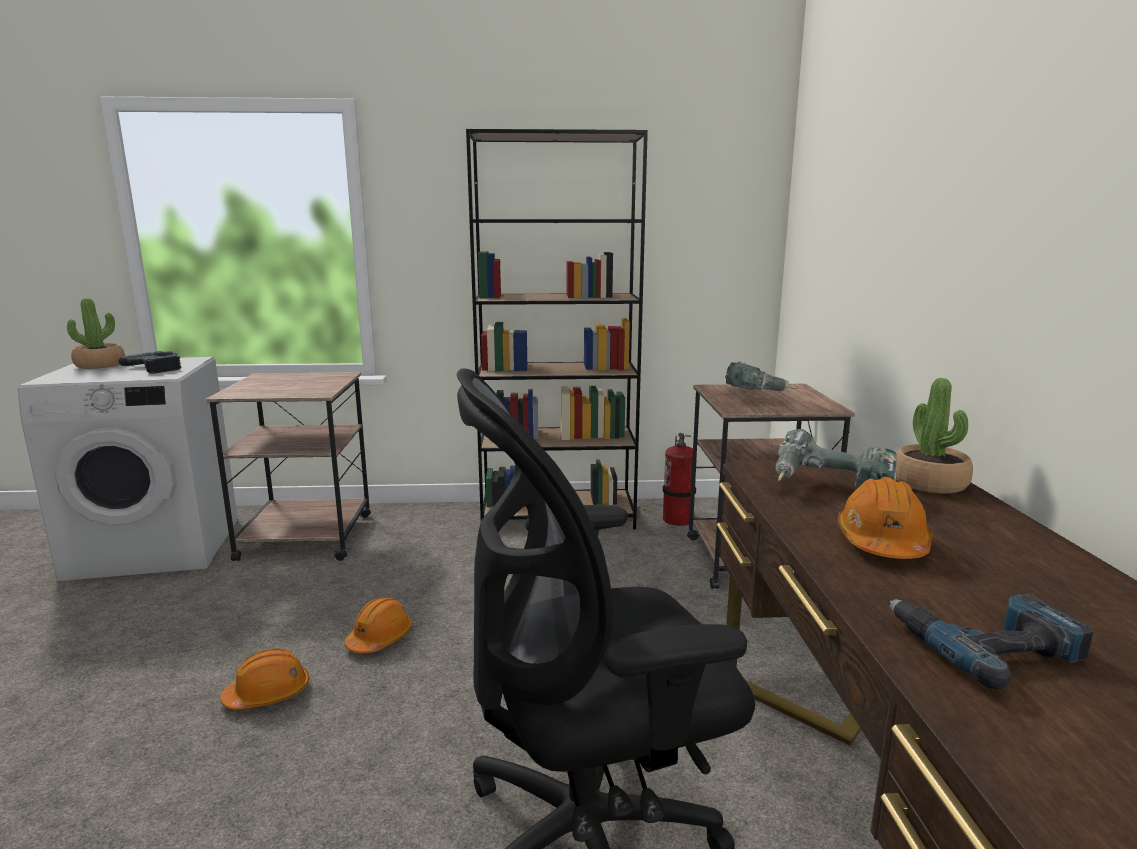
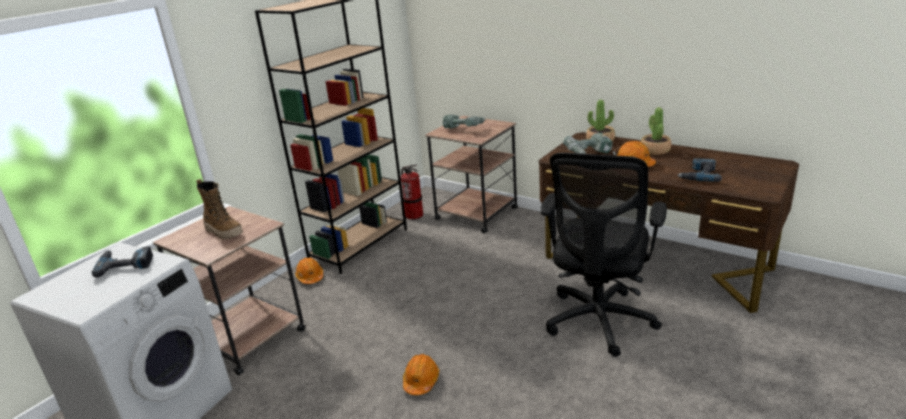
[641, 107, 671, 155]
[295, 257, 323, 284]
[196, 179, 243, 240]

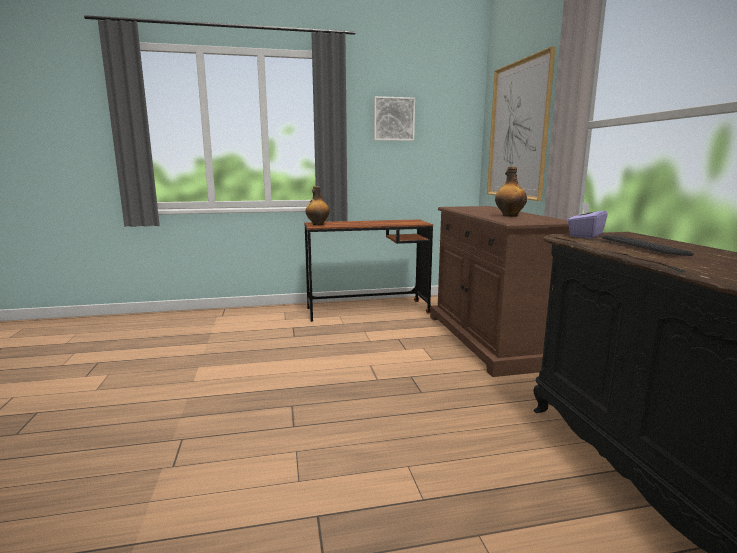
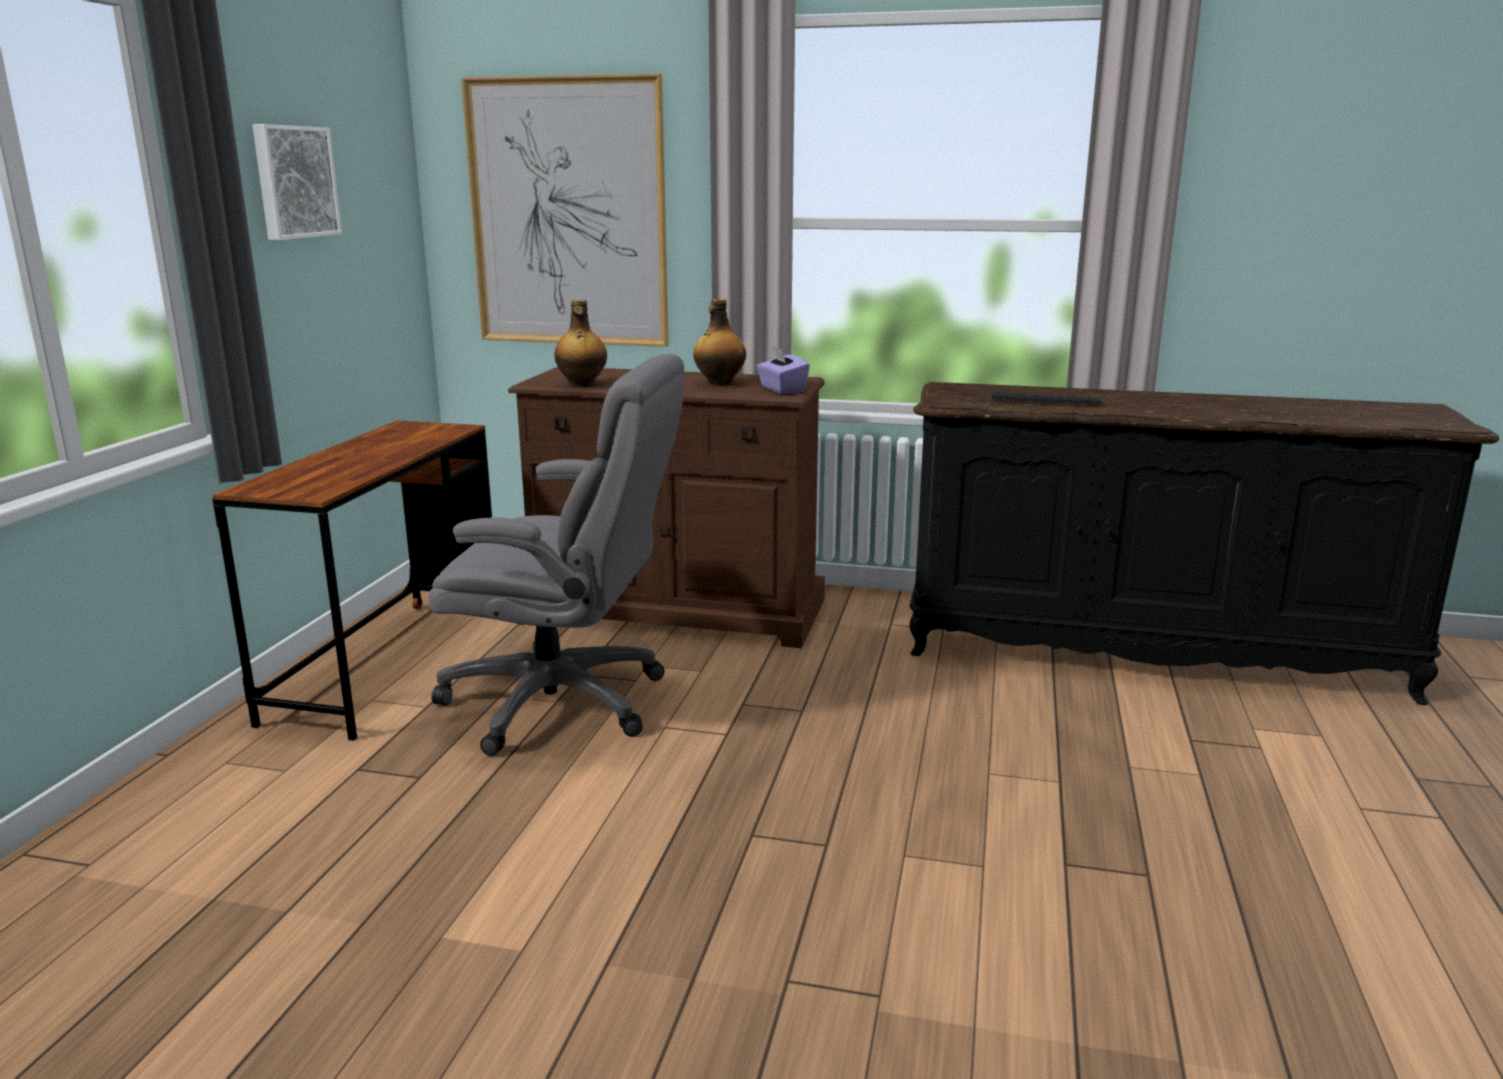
[554, 300, 607, 387]
[756, 346, 810, 394]
[428, 354, 684, 756]

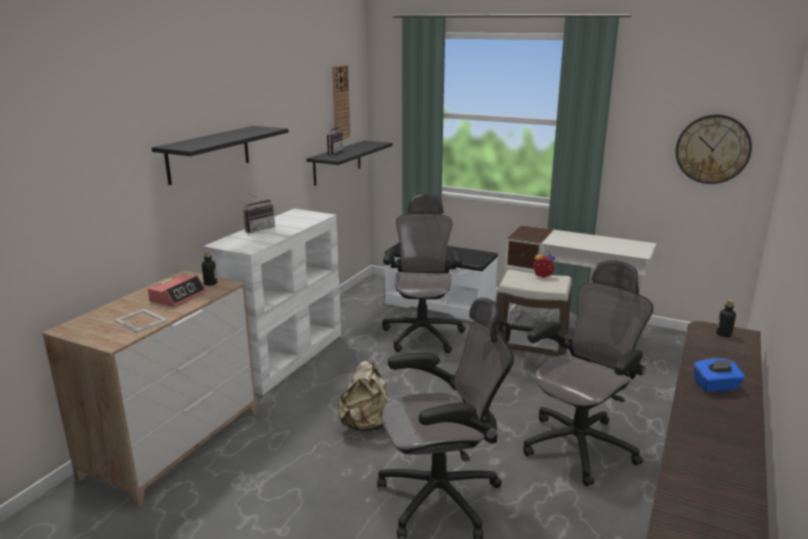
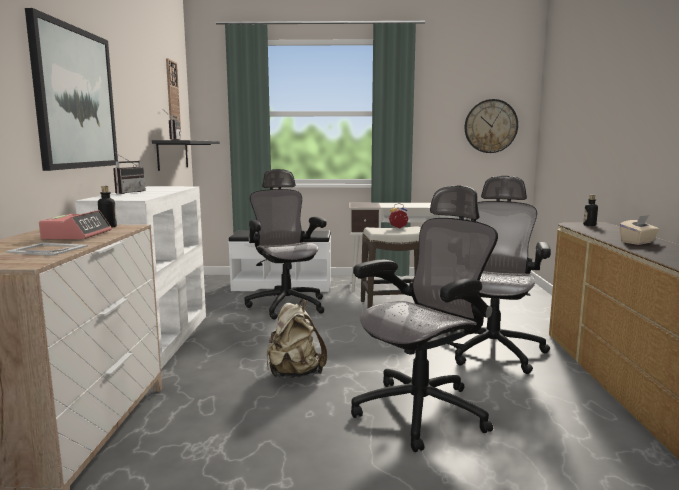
[25, 8, 118, 171]
[619, 215, 659, 245]

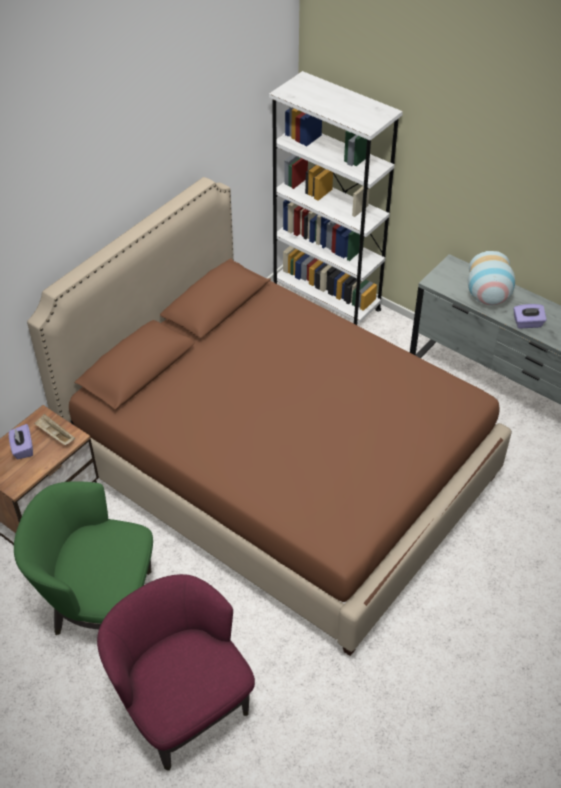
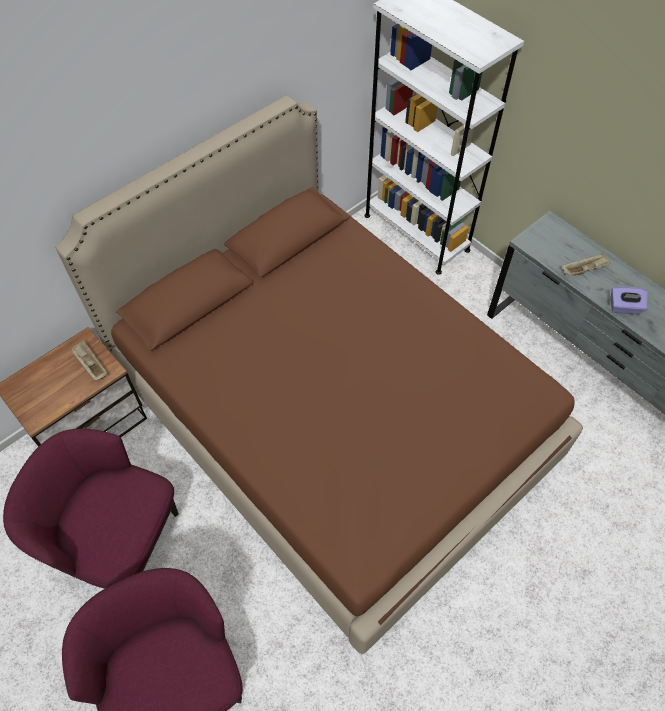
[562, 253, 612, 275]
[9, 424, 33, 459] (first image)
[3, 428, 179, 589]

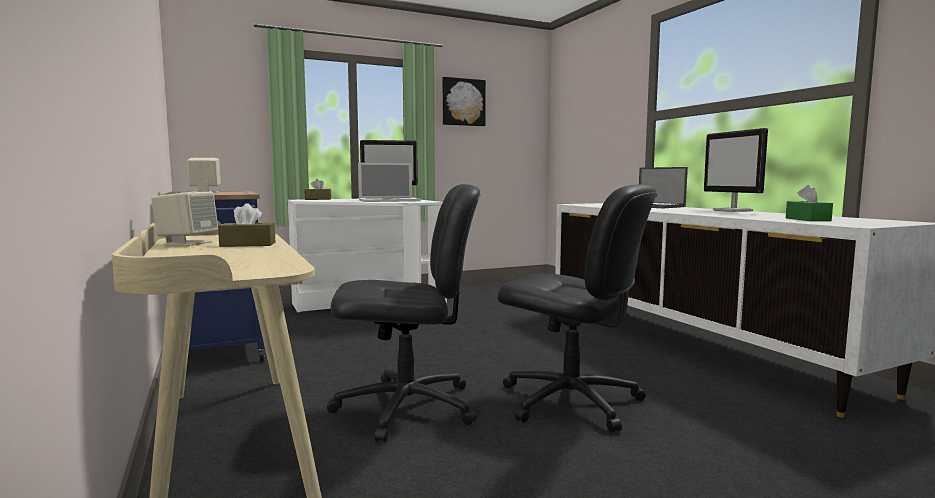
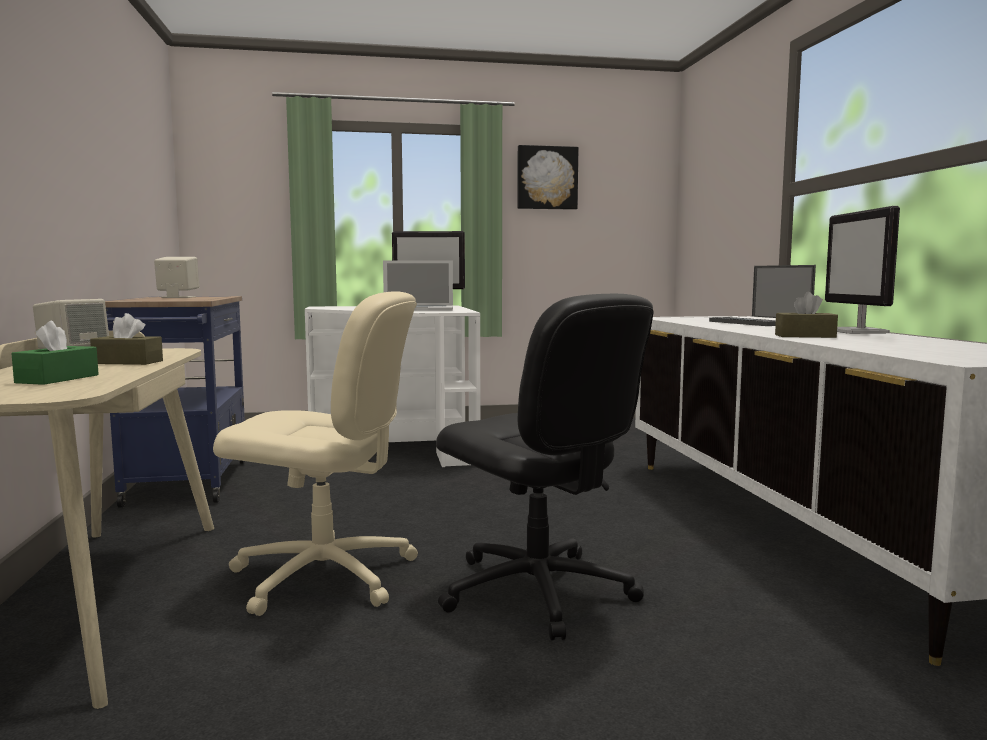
[775, 292, 838, 338]
[213, 291, 418, 616]
[11, 321, 99, 385]

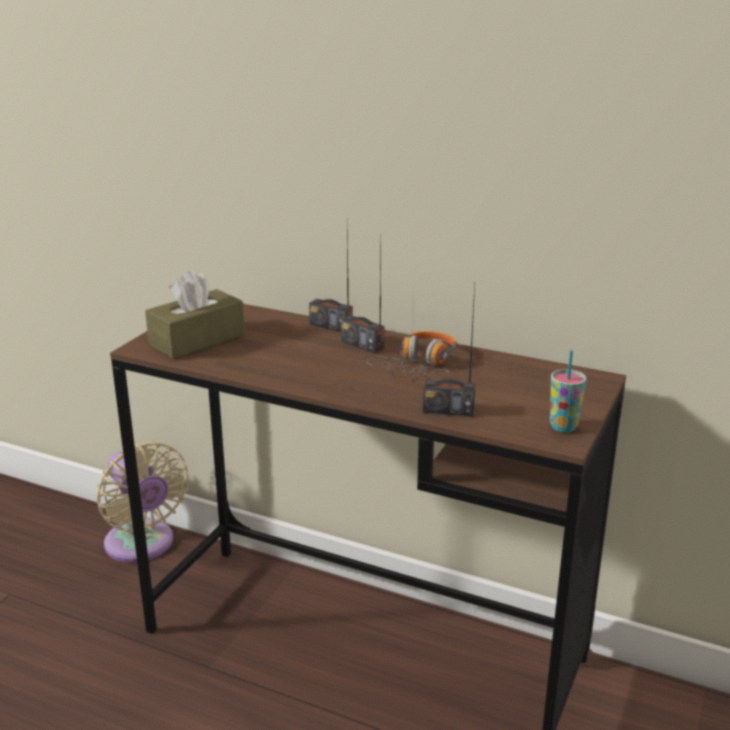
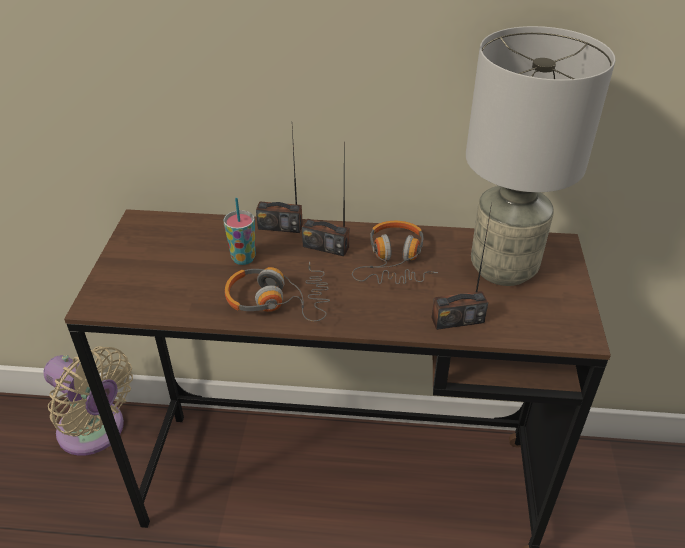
[145, 269, 245, 359] (first image)
[223, 198, 256, 265]
[466, 26, 615, 286]
[225, 262, 330, 322]

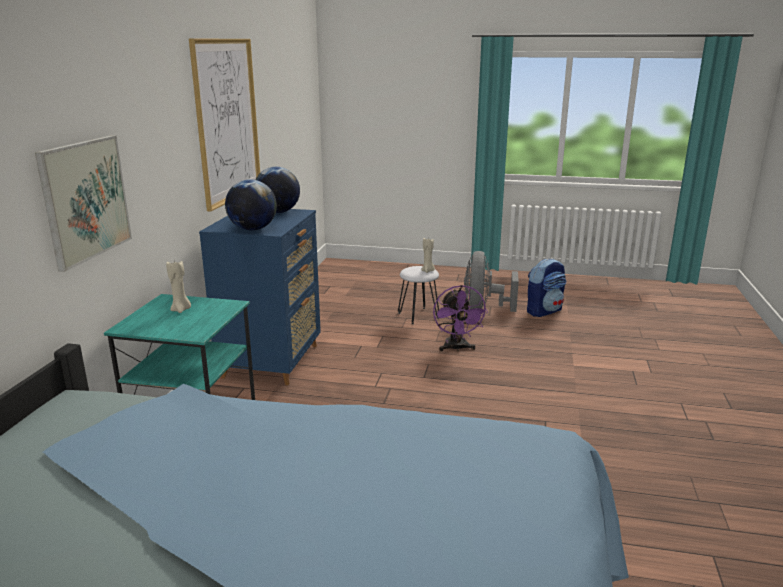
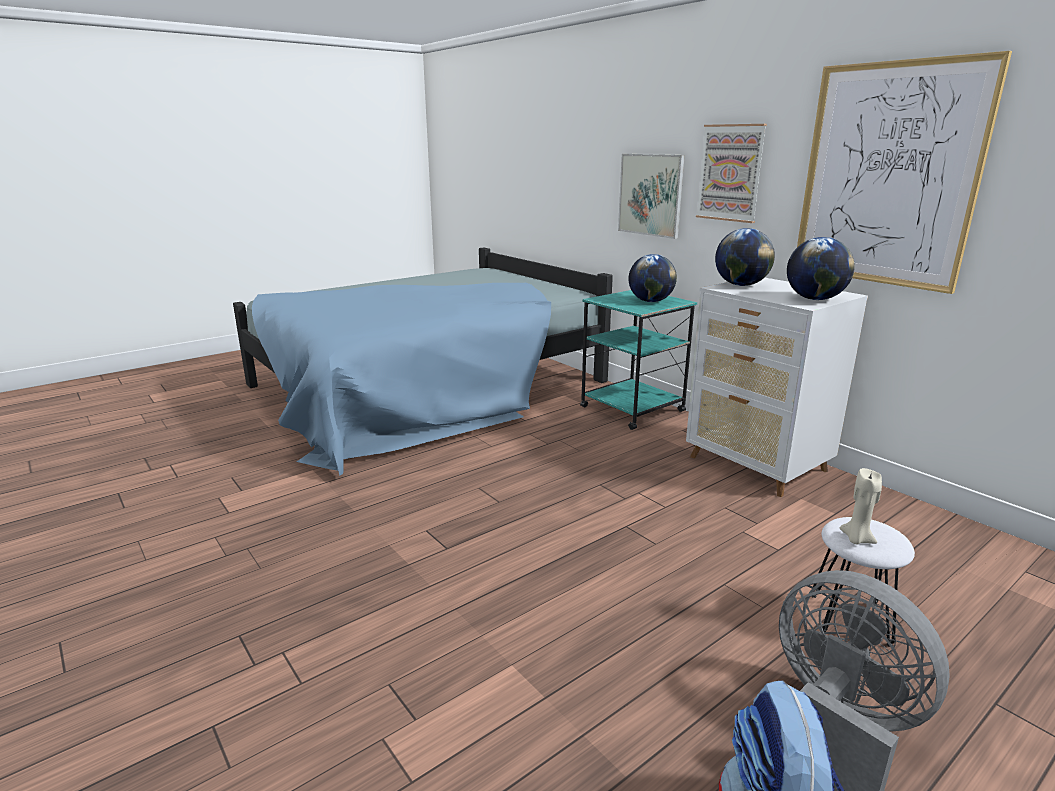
[686, 278, 868, 497]
[629, 254, 677, 302]
[433, 285, 488, 351] (first image)
[696, 124, 767, 223]

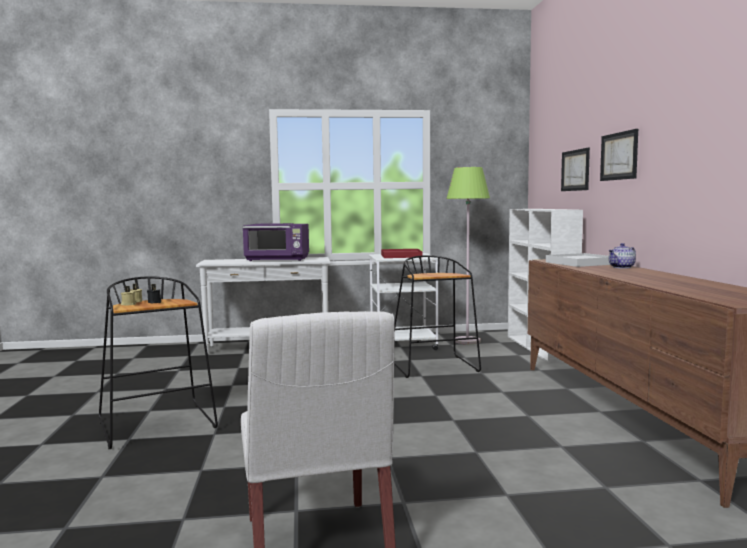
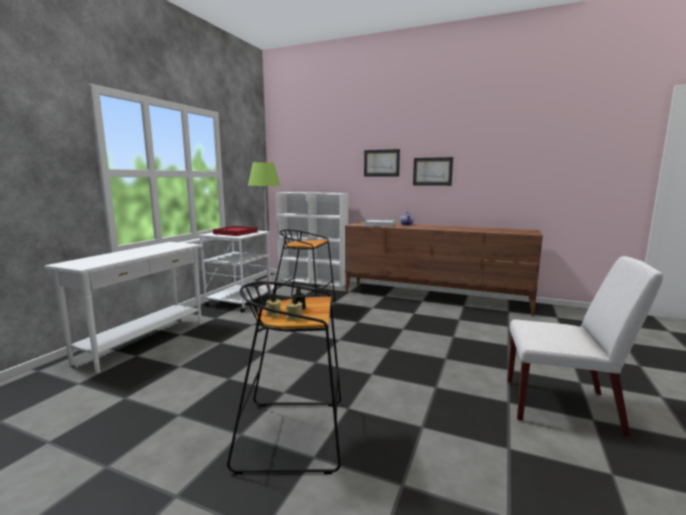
[413, 157, 453, 186]
[242, 223, 309, 261] (first image)

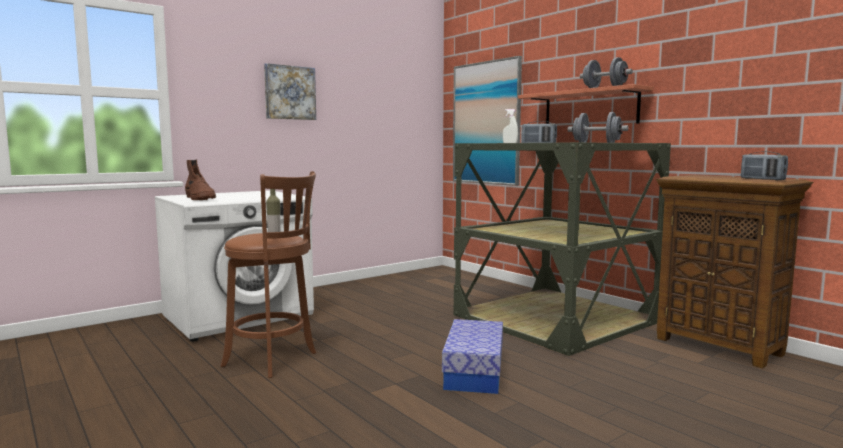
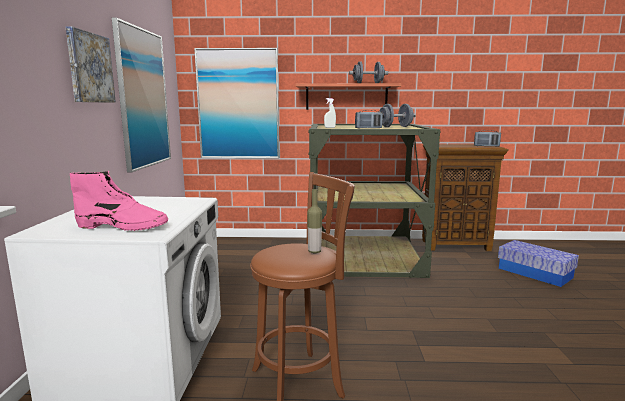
[70, 171, 168, 231]
[498, 240, 579, 287]
[112, 18, 171, 172]

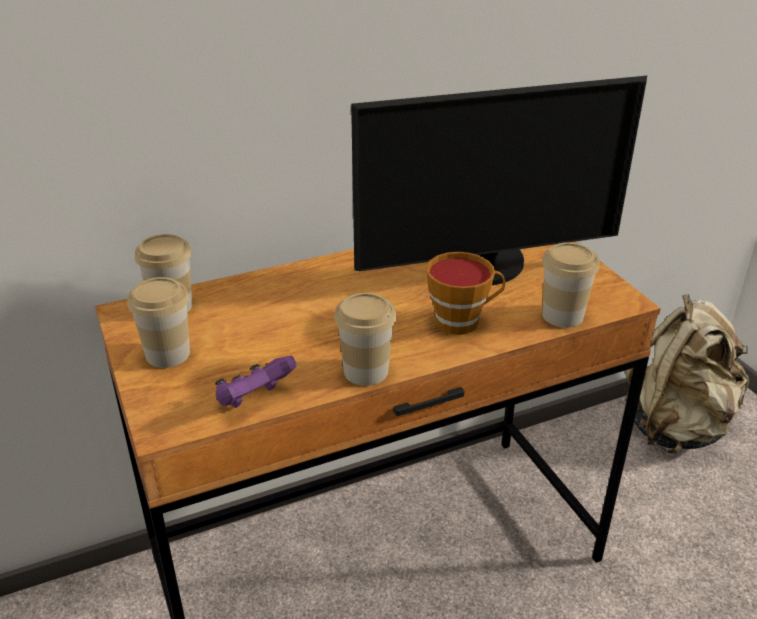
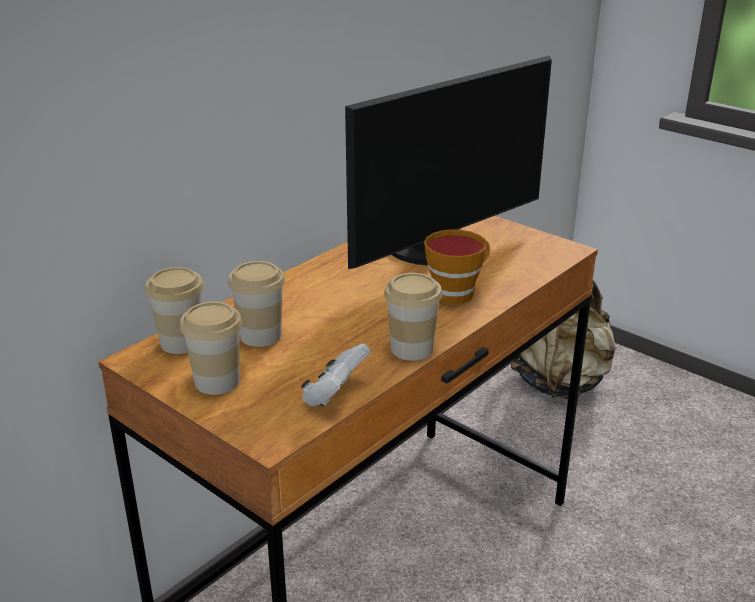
[228, 261, 285, 347]
[301, 344, 370, 407]

